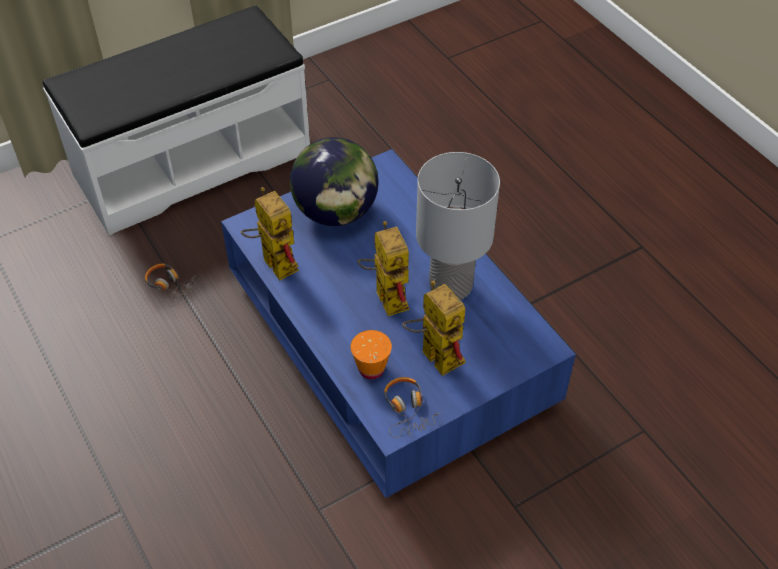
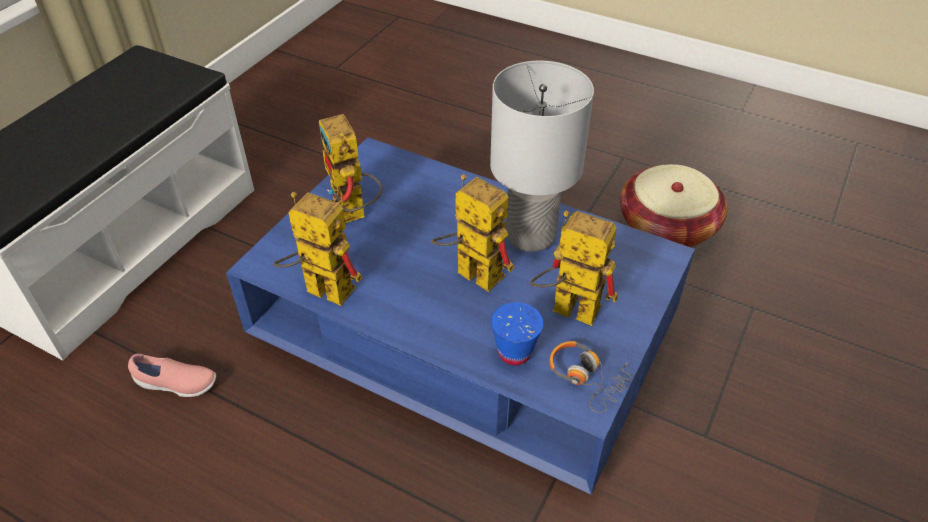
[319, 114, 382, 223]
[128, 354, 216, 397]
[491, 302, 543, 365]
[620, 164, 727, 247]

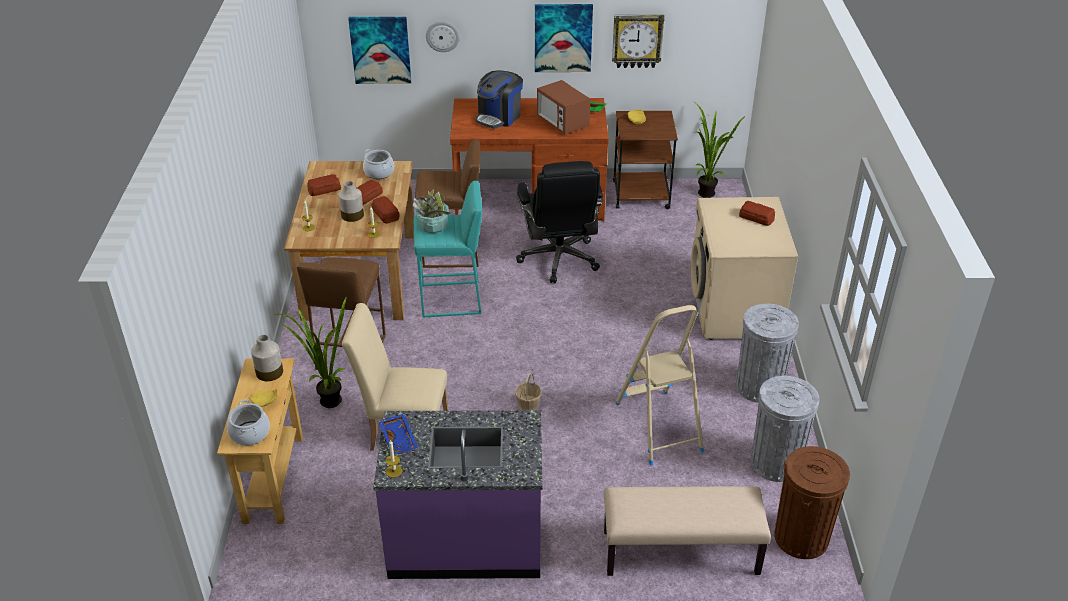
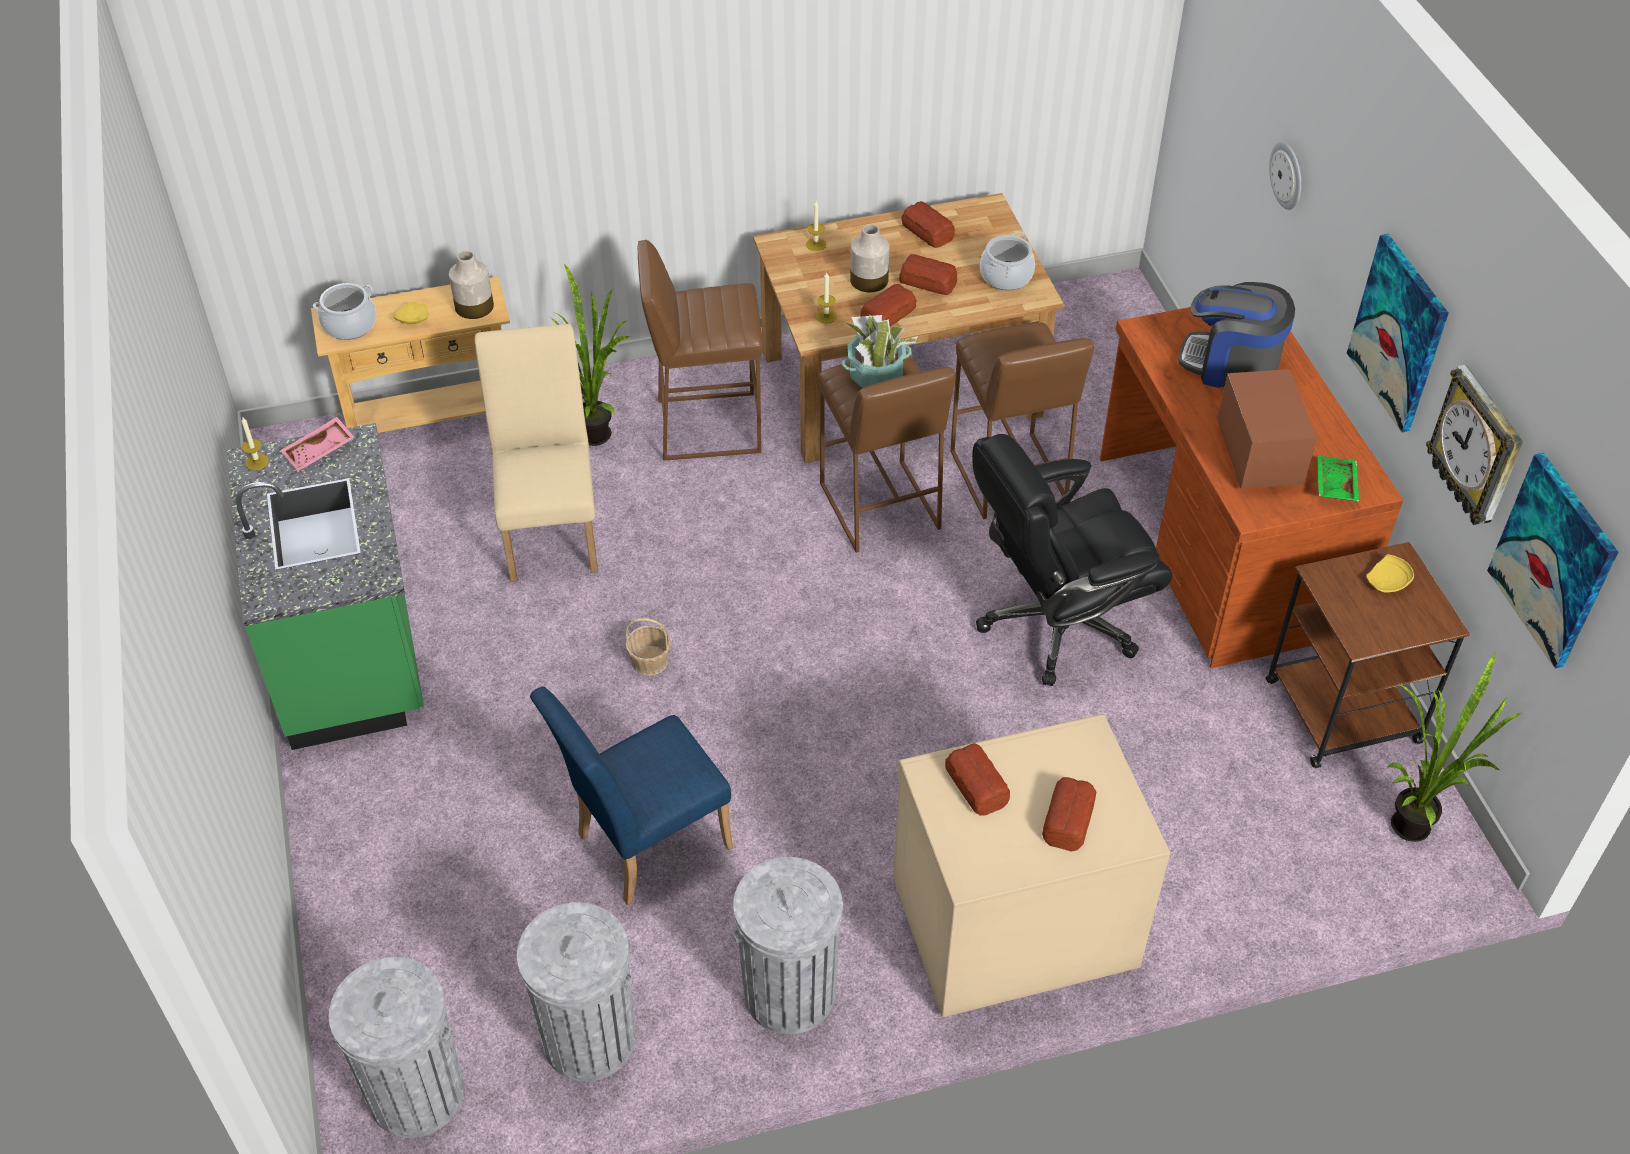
[1487, 453, 1618, 669]
[1217, 369, 1317, 489]
[818, 352, 956, 553]
[530, 687, 733, 905]
[227, 423, 424, 750]
[280, 417, 355, 471]
[329, 957, 464, 1138]
[604, 486, 771, 576] (first image)
[945, 743, 1010, 816]

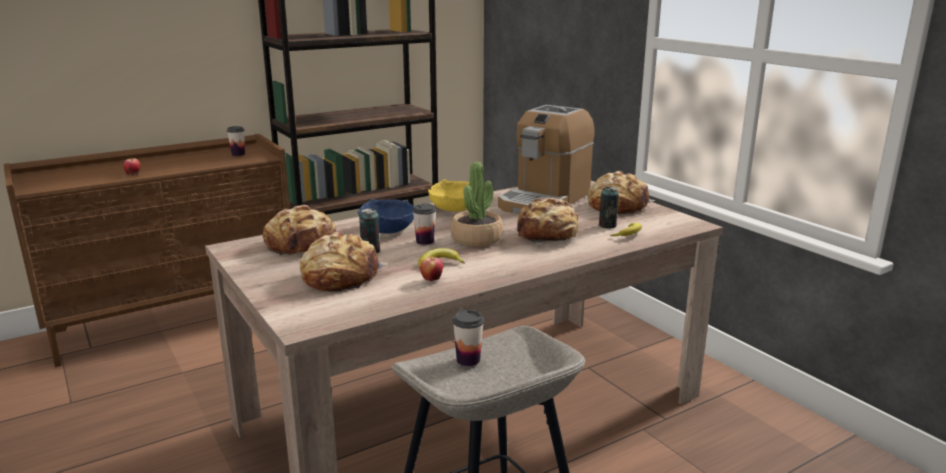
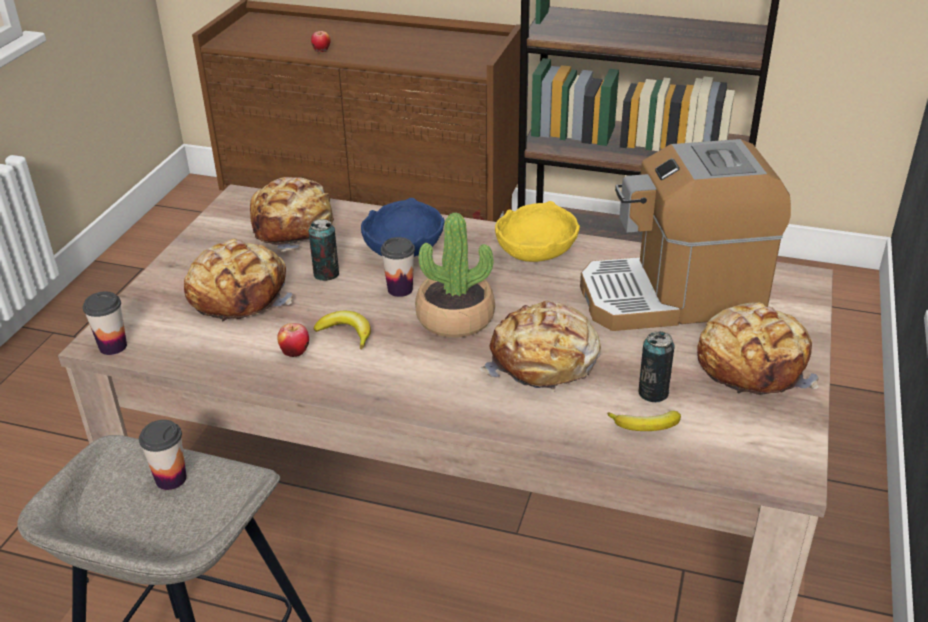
[83, 291, 127, 355]

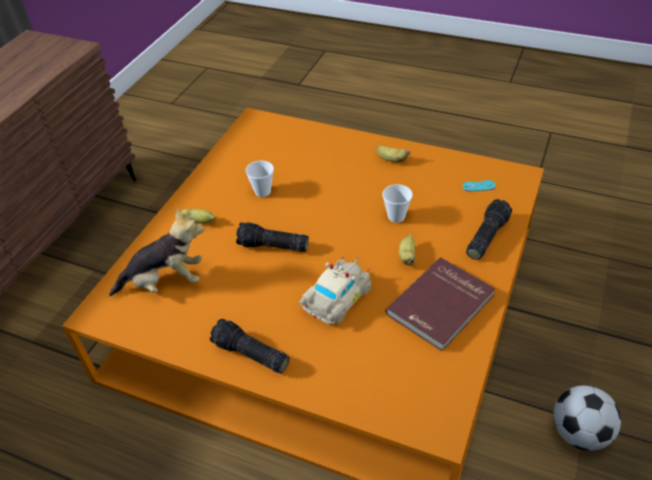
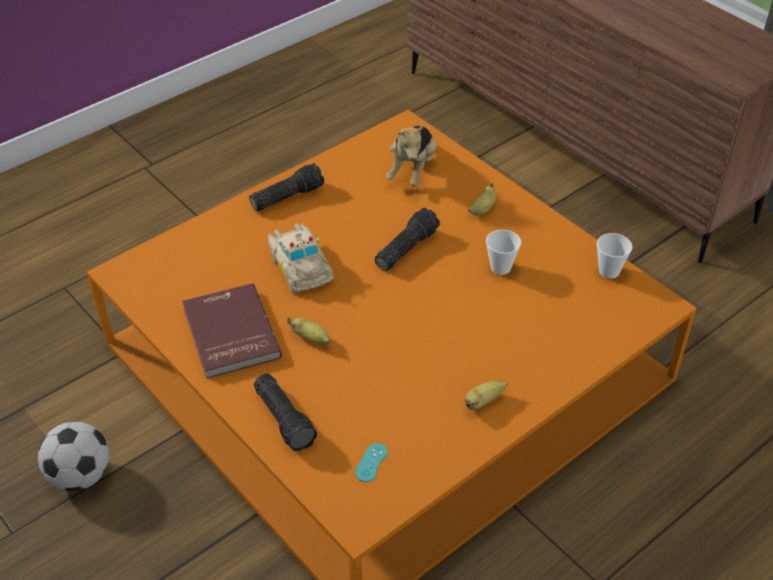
[597, 233, 633, 279]

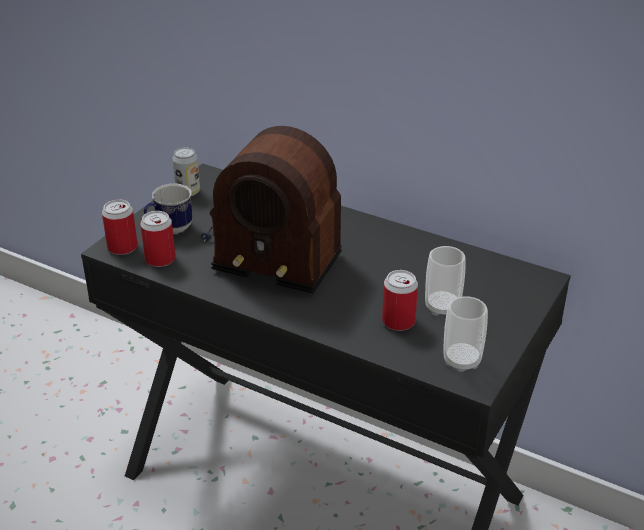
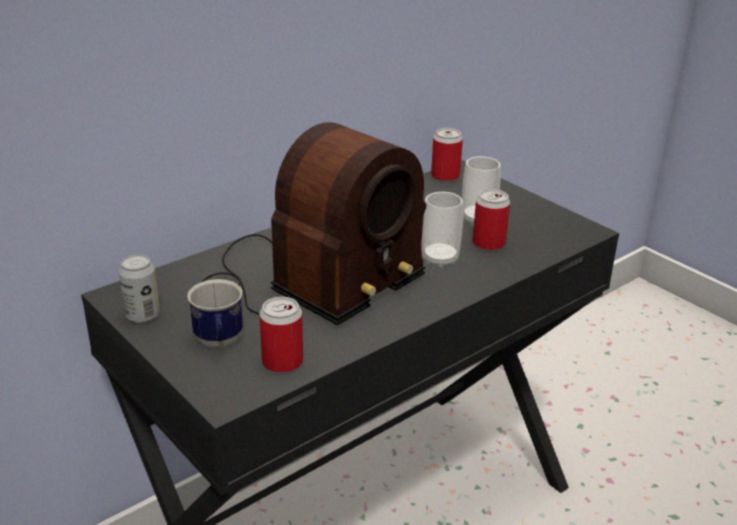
[431, 128, 463, 182]
[422, 192, 464, 268]

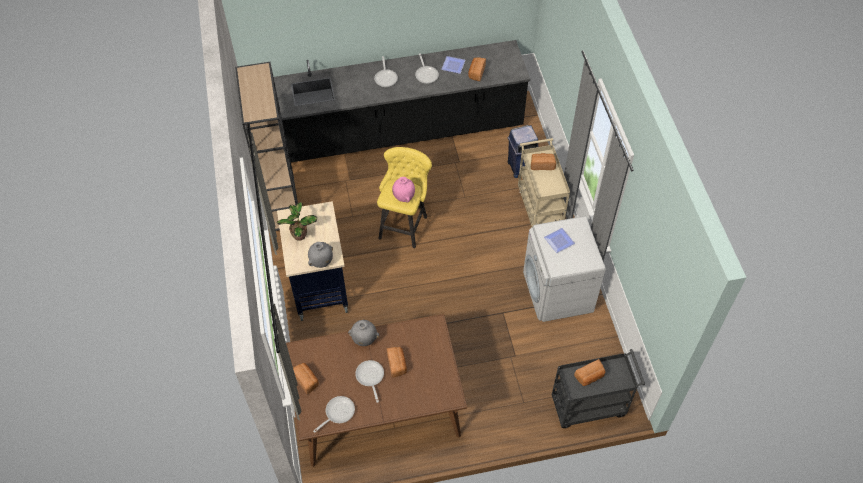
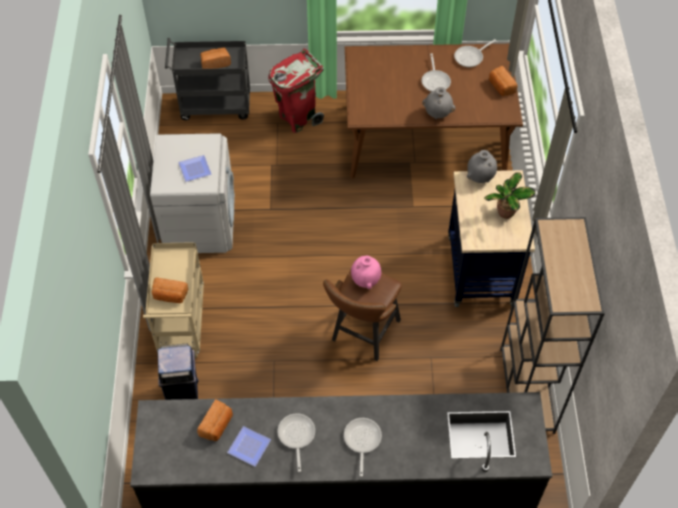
[323, 270, 402, 361]
[387, 347, 407, 378] (first image)
[269, 48, 324, 133]

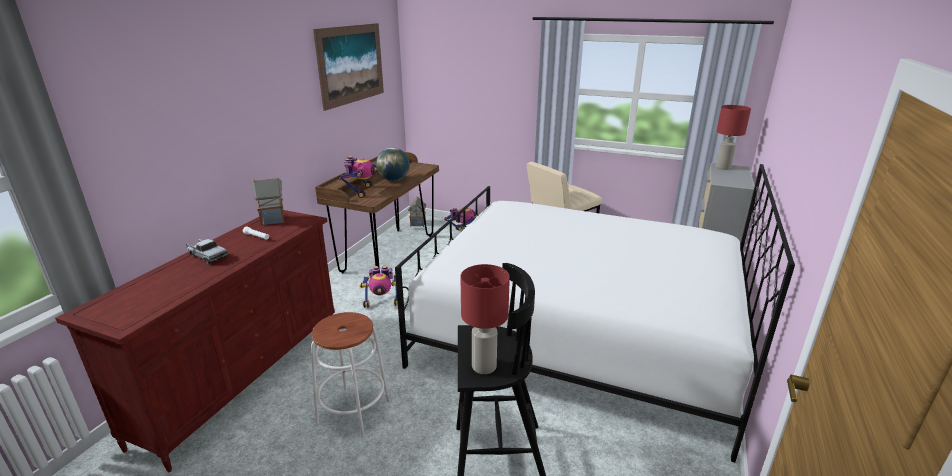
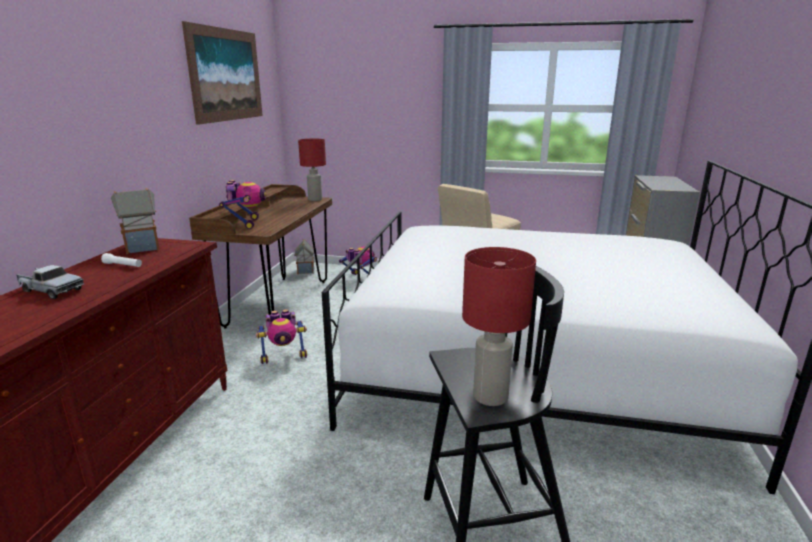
[298, 139, 326, 201]
[376, 148, 410, 181] (first image)
[311, 312, 390, 438] (first image)

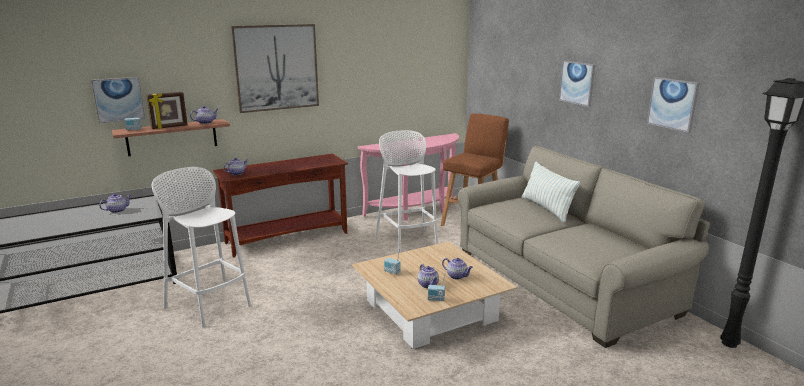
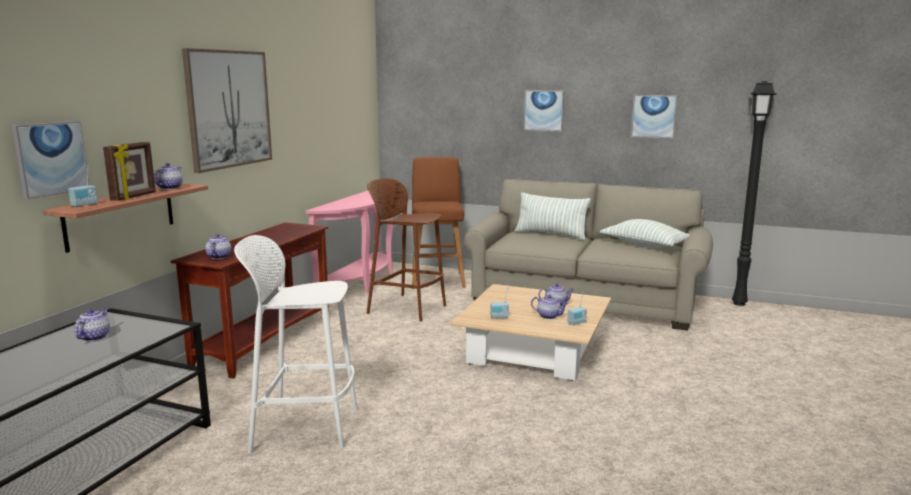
[366, 178, 446, 321]
[600, 219, 690, 248]

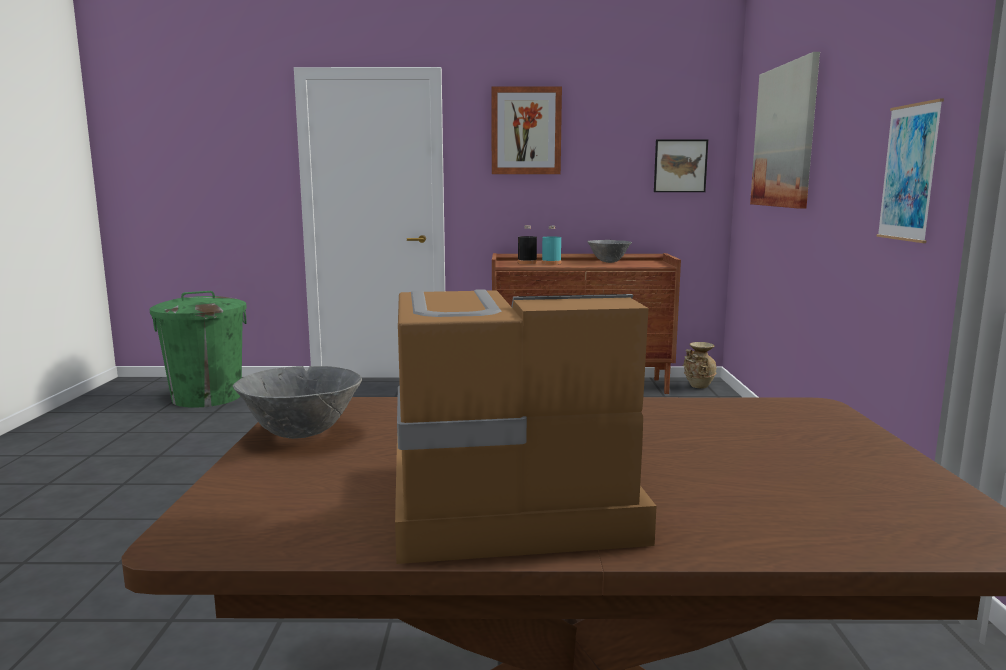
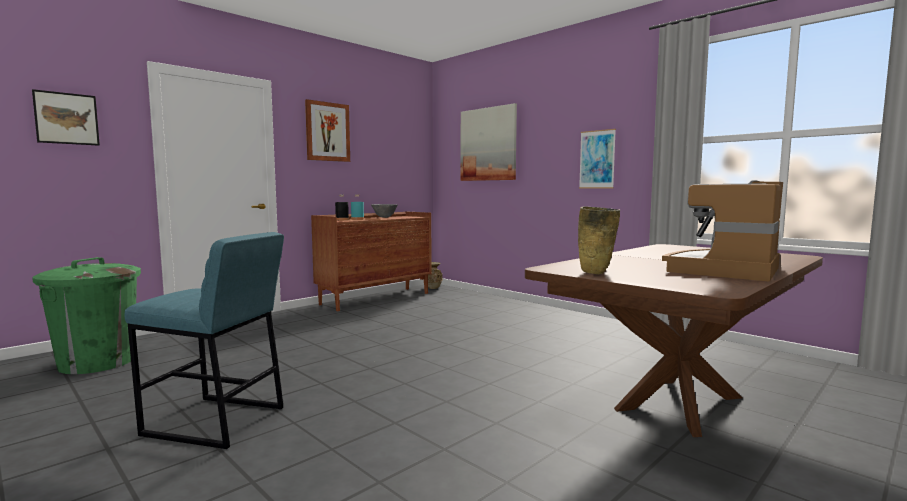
[32, 89, 100, 146]
[578, 206, 620, 274]
[124, 232, 284, 449]

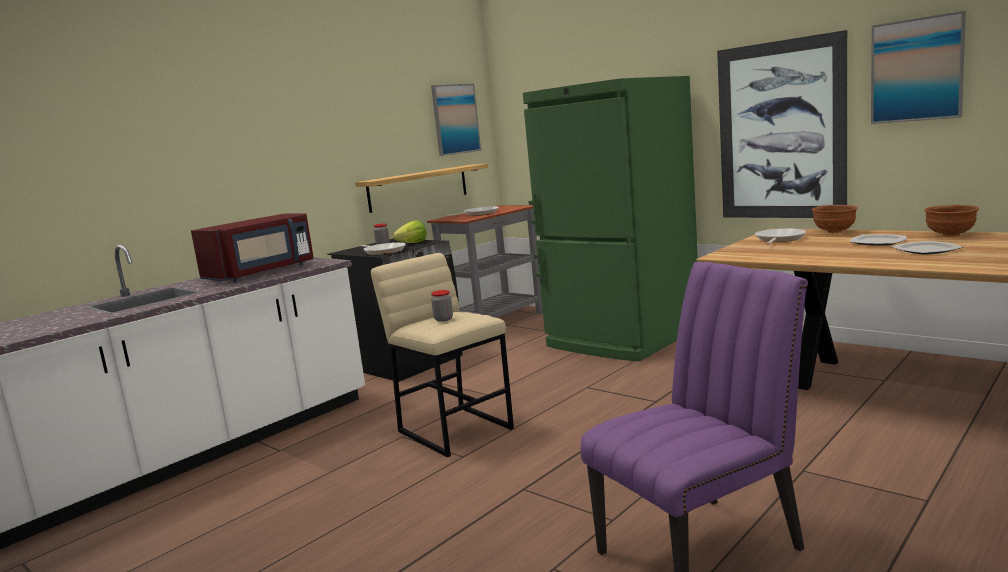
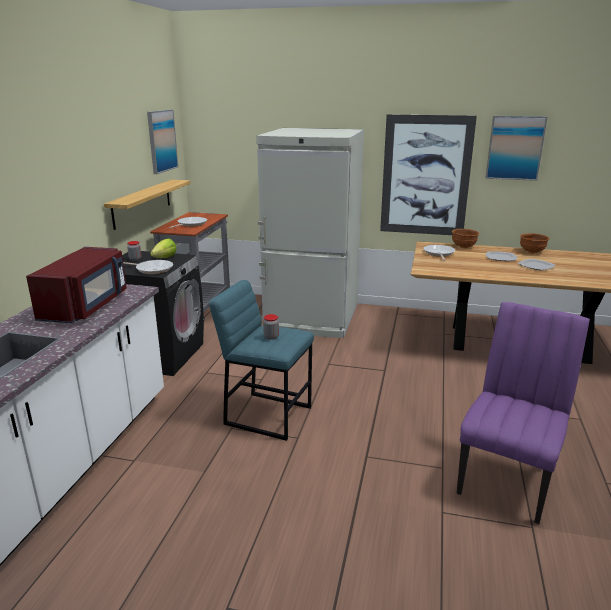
[257, 128, 364, 338]
[209, 280, 314, 441]

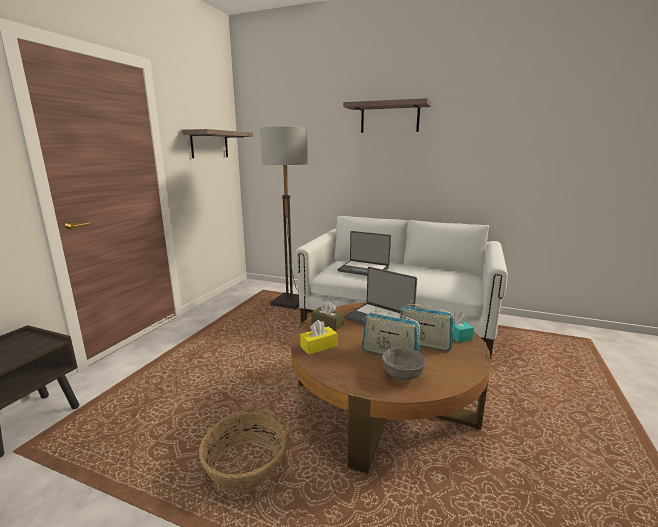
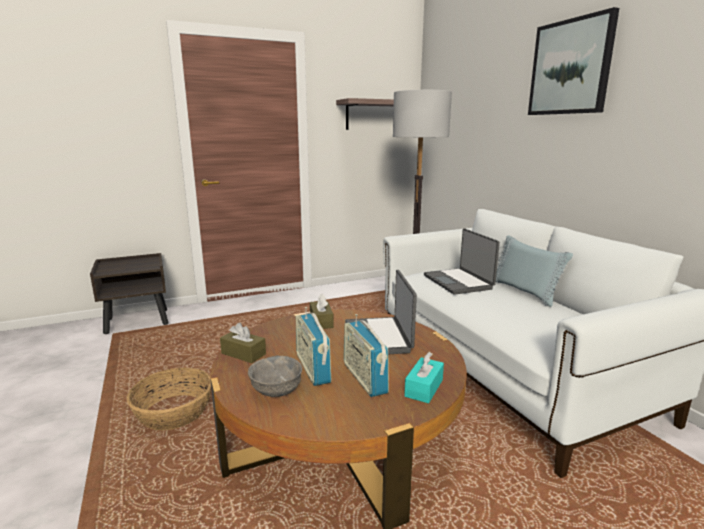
[528, 7, 619, 115]
[300, 320, 337, 355] (first image)
[496, 235, 573, 307]
[220, 323, 266, 363]

